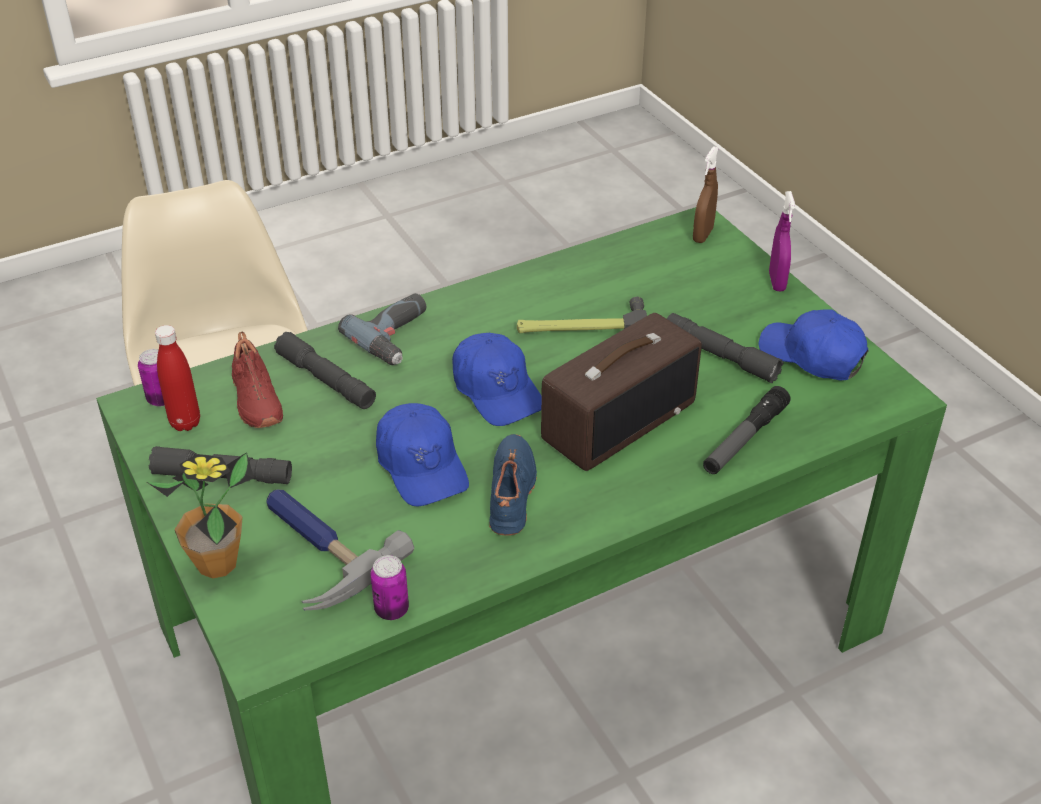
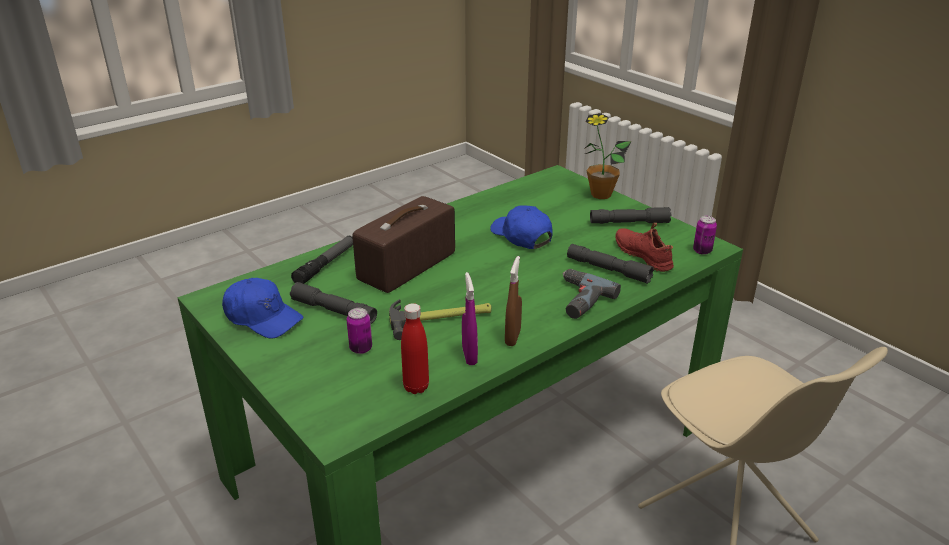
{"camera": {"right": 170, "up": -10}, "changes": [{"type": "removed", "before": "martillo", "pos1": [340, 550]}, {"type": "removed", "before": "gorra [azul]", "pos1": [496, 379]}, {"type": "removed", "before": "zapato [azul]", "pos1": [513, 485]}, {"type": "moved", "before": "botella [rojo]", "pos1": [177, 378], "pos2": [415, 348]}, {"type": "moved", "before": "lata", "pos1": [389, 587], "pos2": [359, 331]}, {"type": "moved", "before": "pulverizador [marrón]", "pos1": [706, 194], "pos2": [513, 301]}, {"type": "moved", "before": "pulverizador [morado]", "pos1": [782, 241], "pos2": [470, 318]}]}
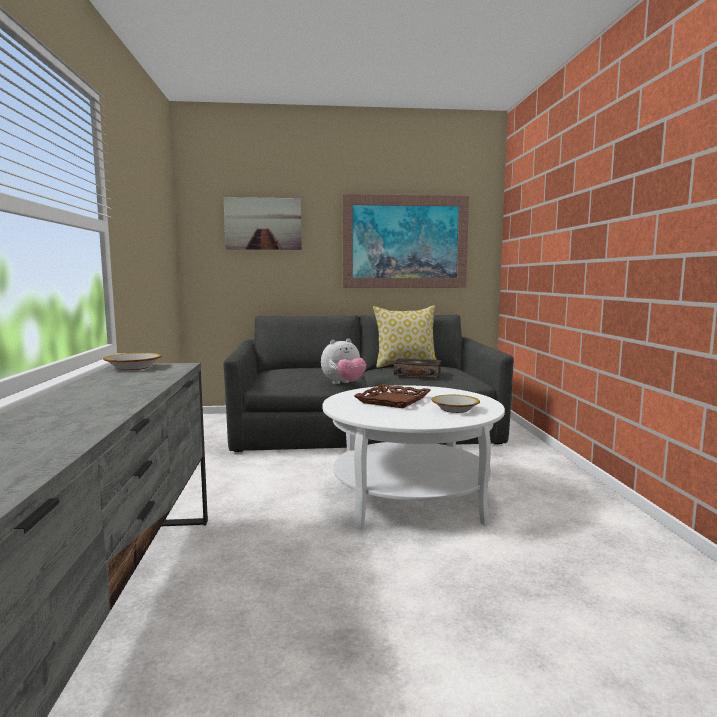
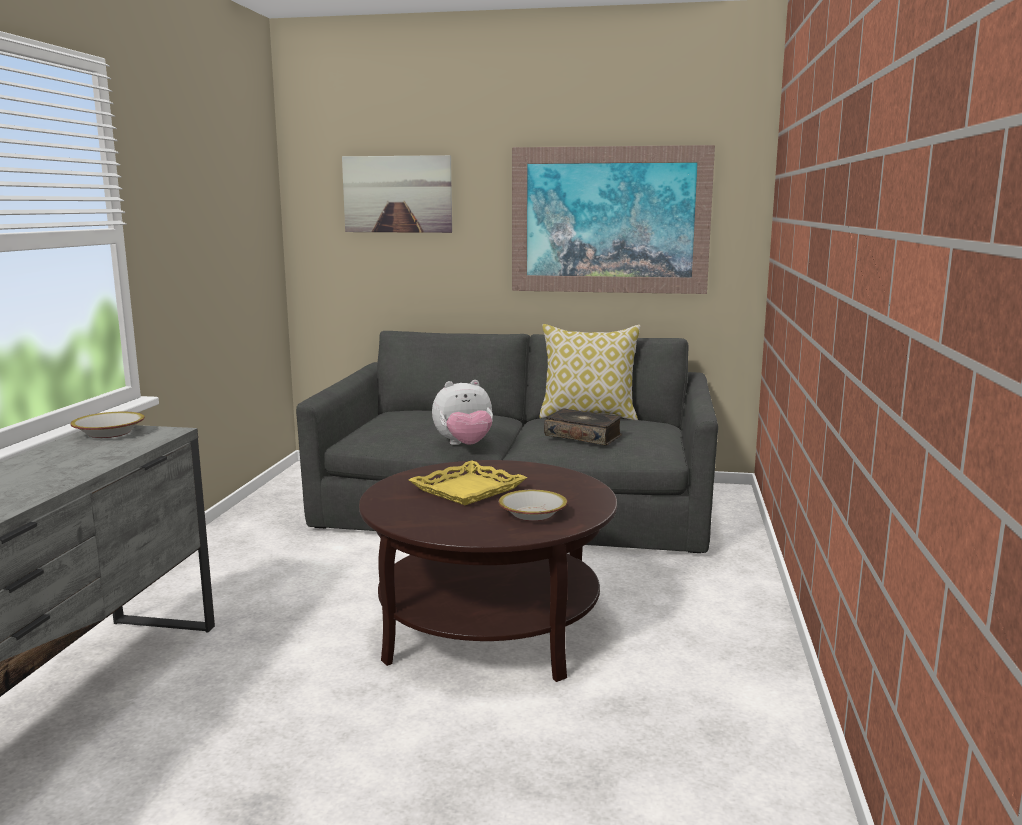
{"camera": {"right": 15, "up": 5}, "changes": [{"type": "recoloured", "before": "mesa de centro [blanco]", "after": "mesa de centro [marrón]", "pos1": [413, 457], "pos2": [488, 571]}, {"type": "recoloured", "before": "bandeja [marrón]", "after": "bandeja [amarillo]", "pos1": [392, 396], "pos2": [468, 482]}]}
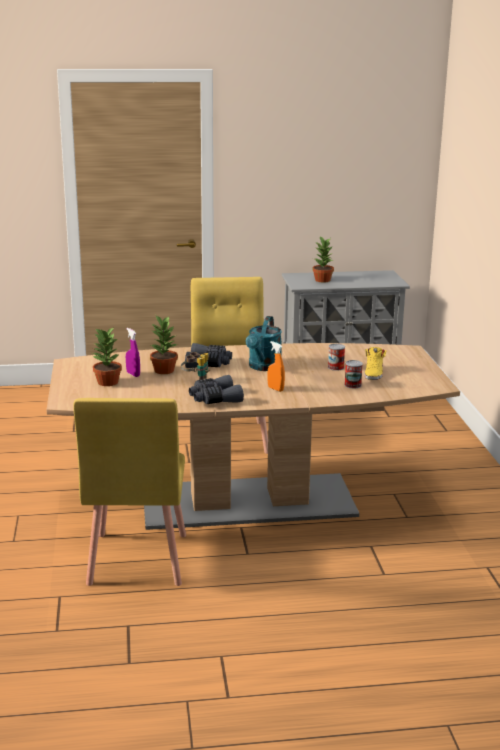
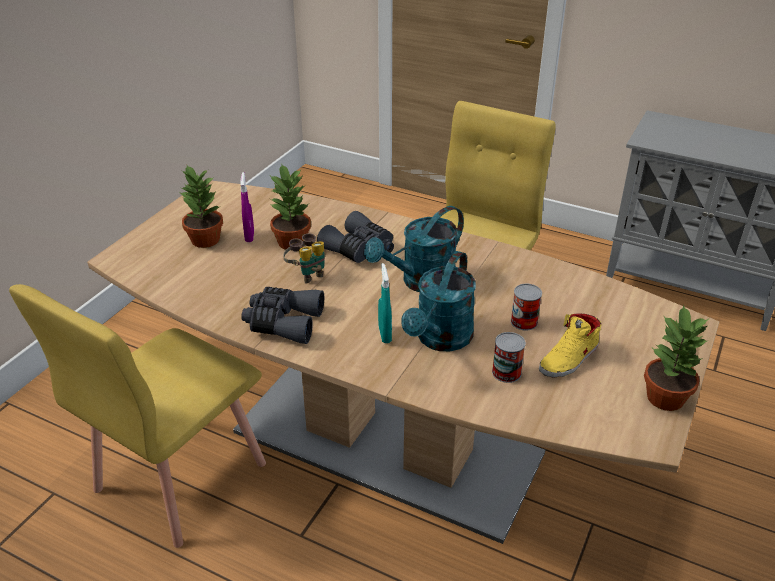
{"camera": {"right": 35, "up": 15}, "changes": [{"type": "added", "after": "regadera [turquesa]", "pos2": [438, 301]}, {"type": "moved", "before": "planta en maceta", "pos1": [323, 259], "pos2": [676, 358]}, {"type": "recoloured", "before": "pulverizador [naranja]", "after": "pulverizador [turquesa]", "pos1": [276, 366], "pos2": [385, 303]}]}
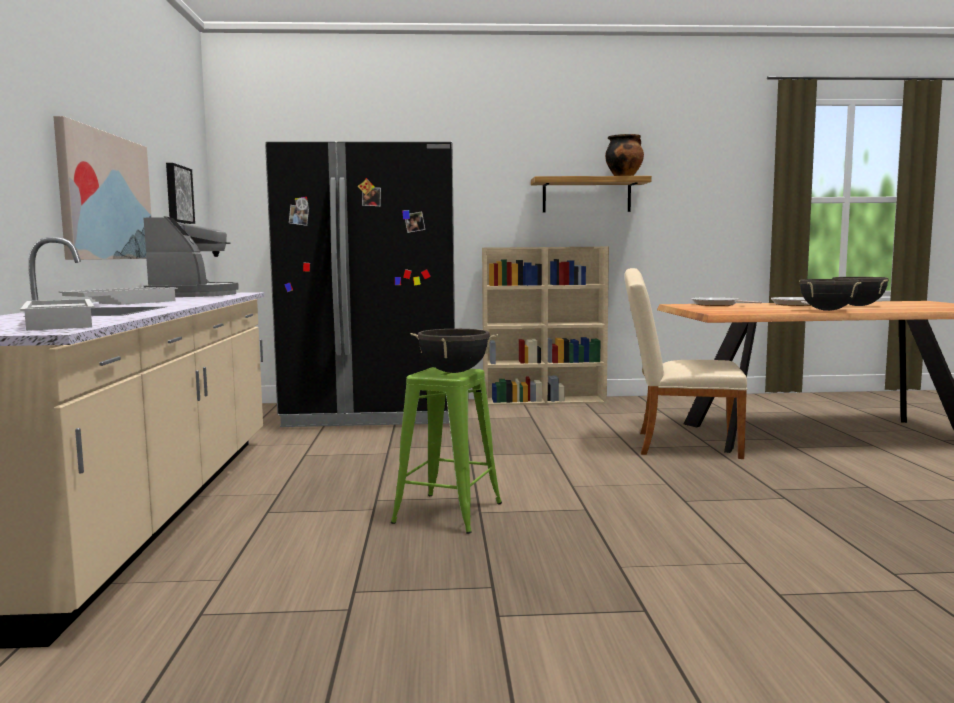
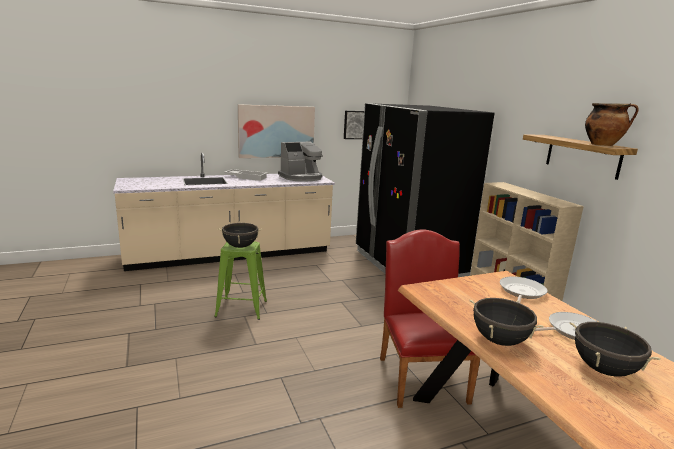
{"camera": {"right": 70, "up": 10}, "changes": [{"type": "removed", "before": "bandeja [blanco]", "pos1": [57, 315]}, {"type": "recoloured", "before": "silla [beis]", "after": "silla [rojo]", "pos1": [686, 363], "pos2": [430, 318]}]}
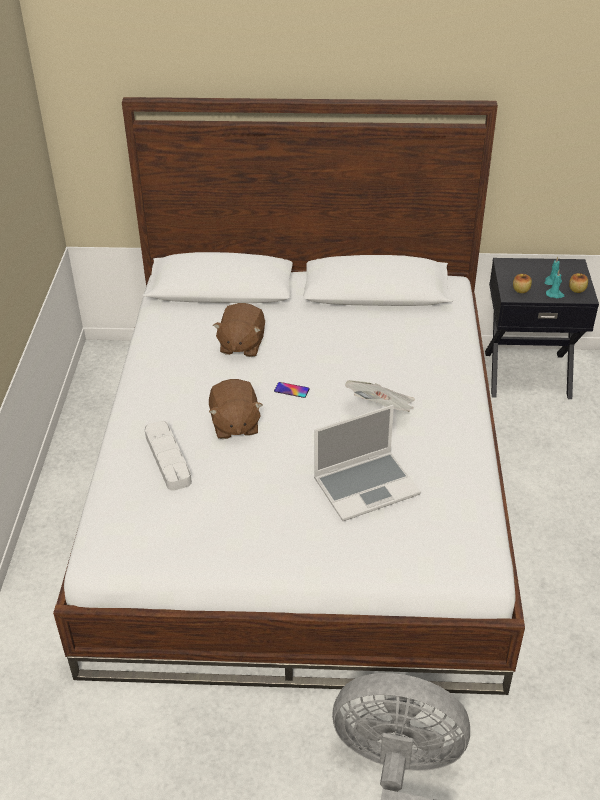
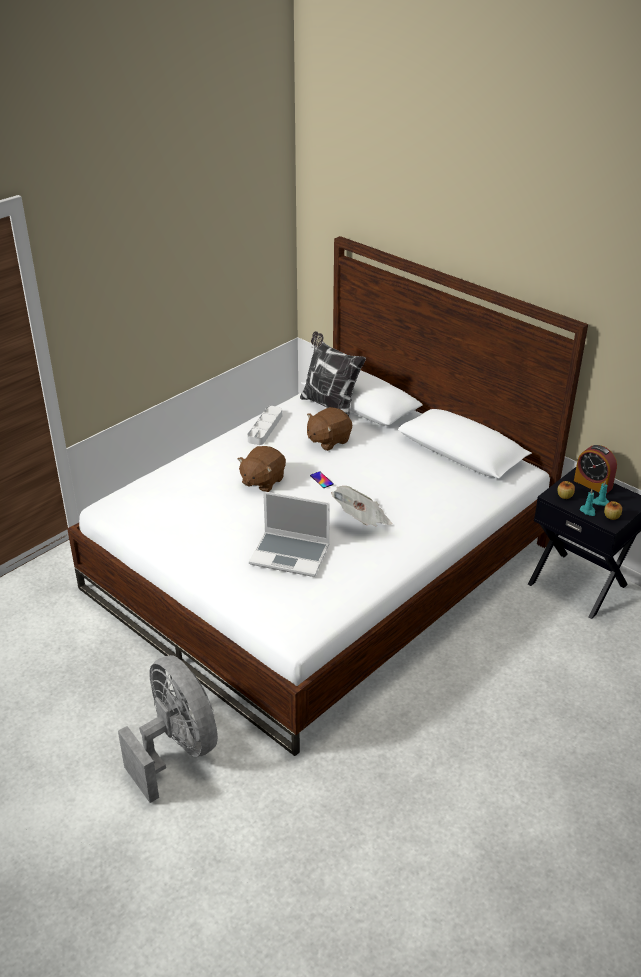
{"camera": {"right": 40, "up": -5}, "changes": [{"type": "added", "after": "cojín", "pos2": [333, 373]}, {"type": "added", "after": "despertador", "pos2": [595, 469]}, {"type": "moved", "before": "bandeja [gris]", "pos1": [168, 456], "pos2": [264, 425]}]}
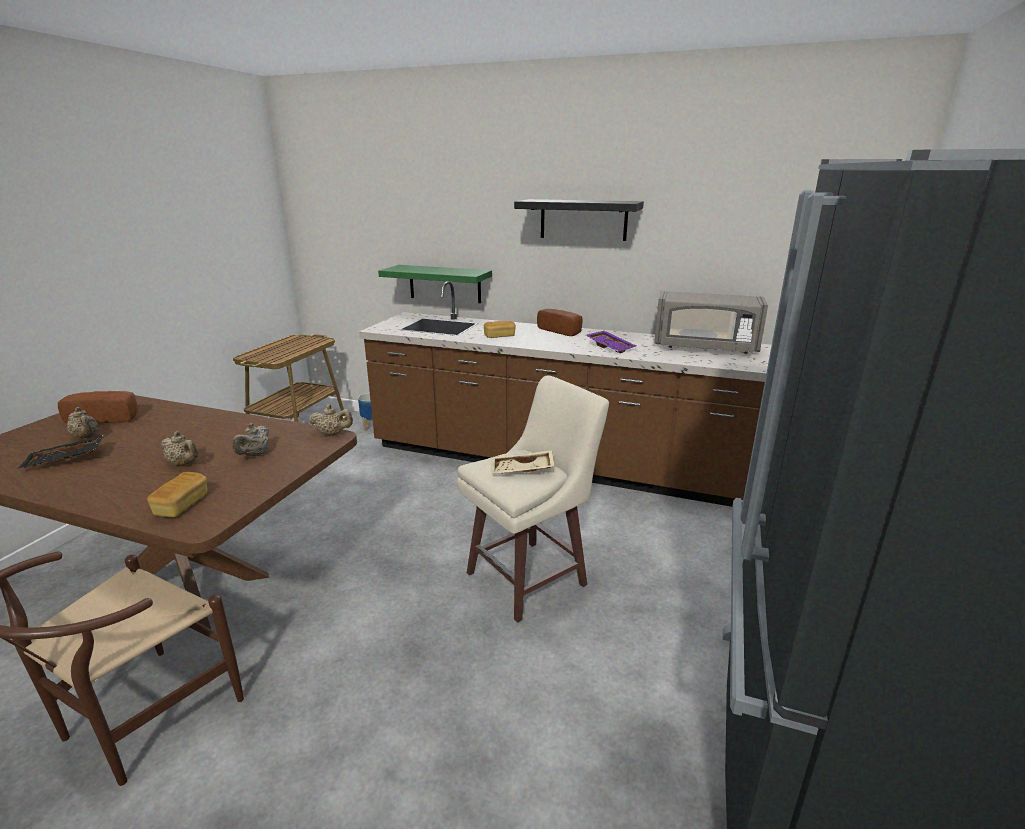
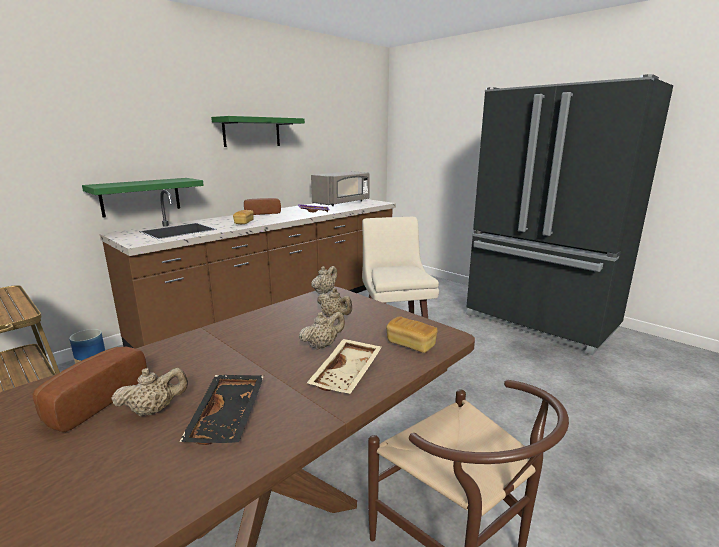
{"camera": {"right": -65, "up": -5}, "changes": [{"type": "moved", "before": "bandeja [beis]", "pos1": [523, 462], "pos2": [344, 366]}, {"type": "recoloured", "before": "estante [negro]", "after": "estante [verde]", "pos1": [579, 220], "pos2": [258, 131]}]}
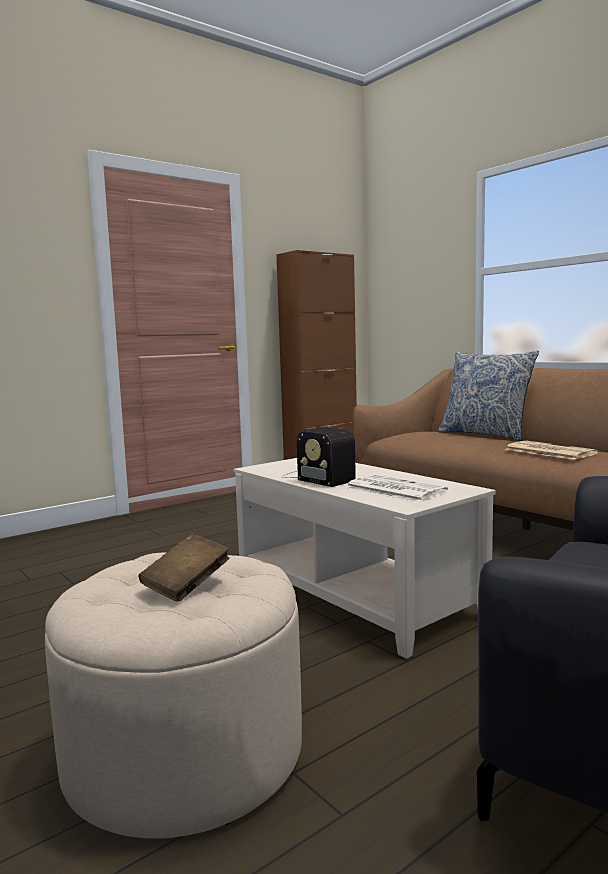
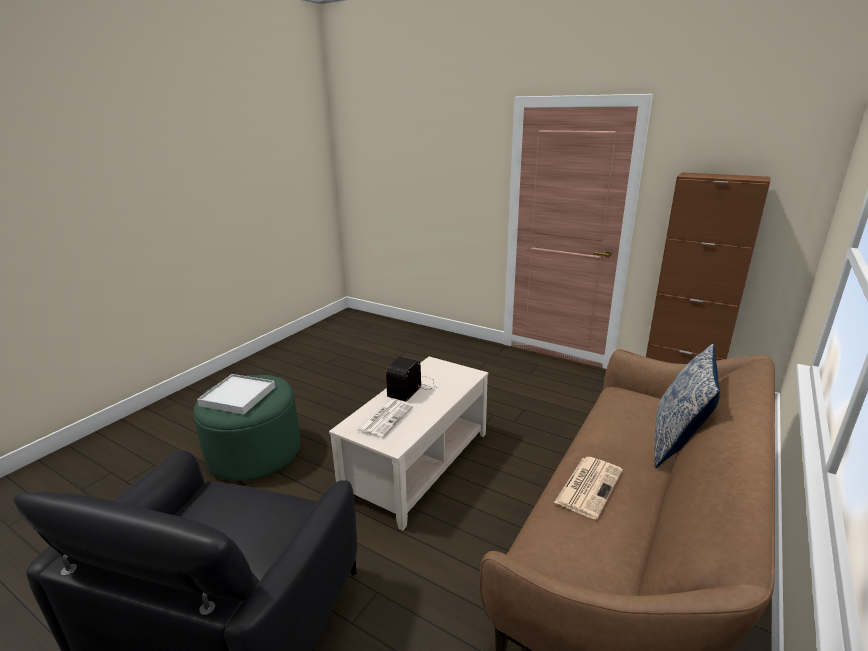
{"camera": {"right": 70, "up": 15}, "changes": [{"type": "replaced", "before": "libro [marrón]", "after": "bandeja [blanco]", "pos1": [184, 568], "pos2": [236, 394]}, {"type": "recoloured", "before": "puf [beis]", "after": "puf [verde]", "pos1": [173, 696], "pos2": [246, 428]}]}
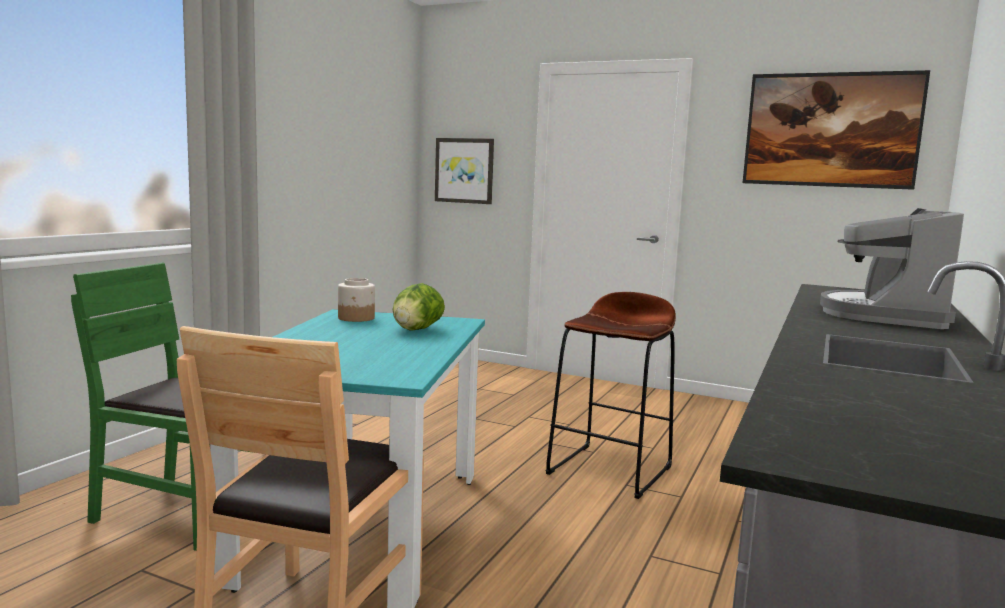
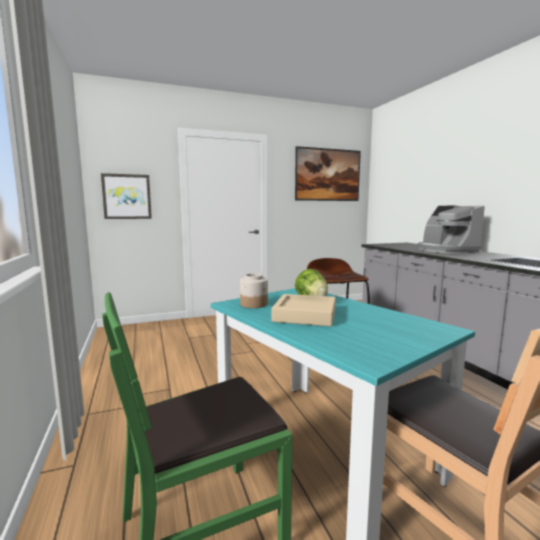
{"camera": {"right": -45, "up": 0}, "changes": [{"type": "added", "after": "bandeja [beis]", "pos2": [303, 310]}]}
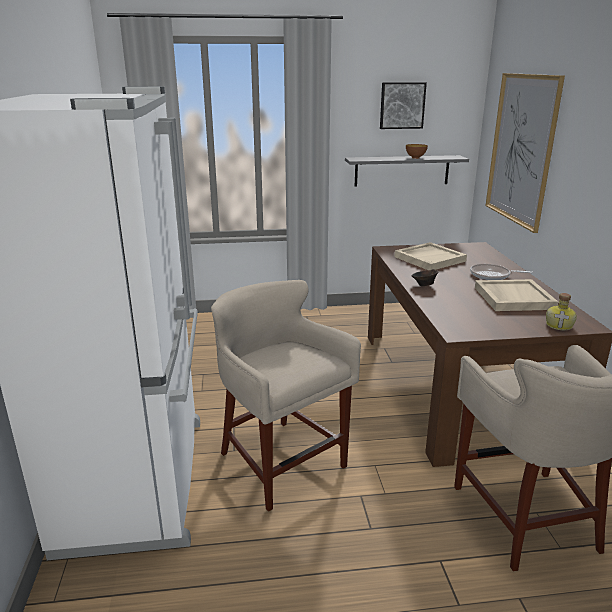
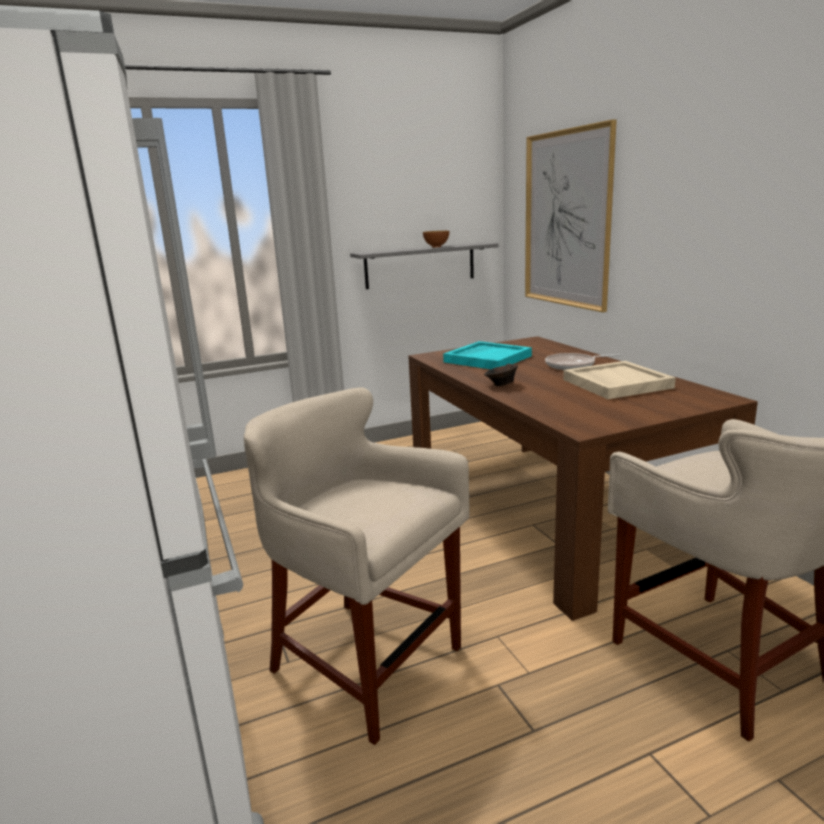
{"camera": {"right": -15, "up": -5}, "changes": [{"type": "removed", "before": "cuadro", "pos1": [403, 105]}, {"type": "removed", "before": "botella", "pos1": [561, 311]}, {"type": "recoloured", "before": "bandeja [beis]", "after": "bandeja [turquesa]", "pos1": [430, 256], "pos2": [487, 355]}]}
